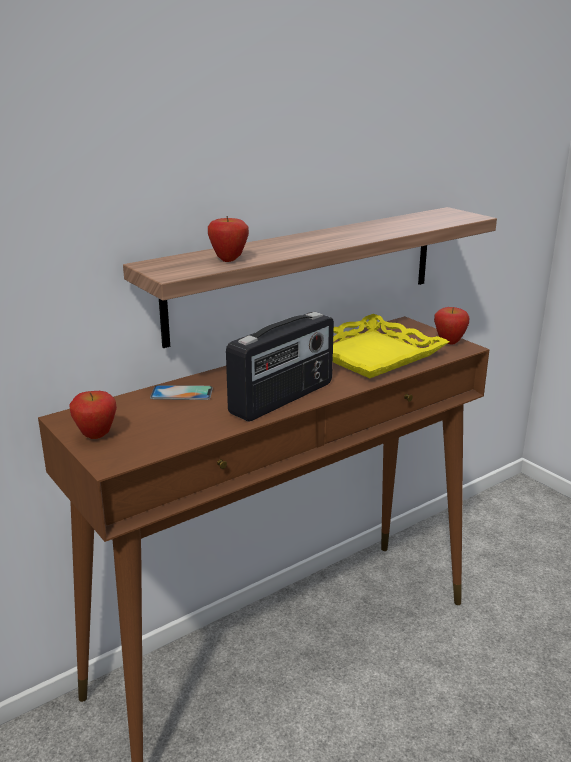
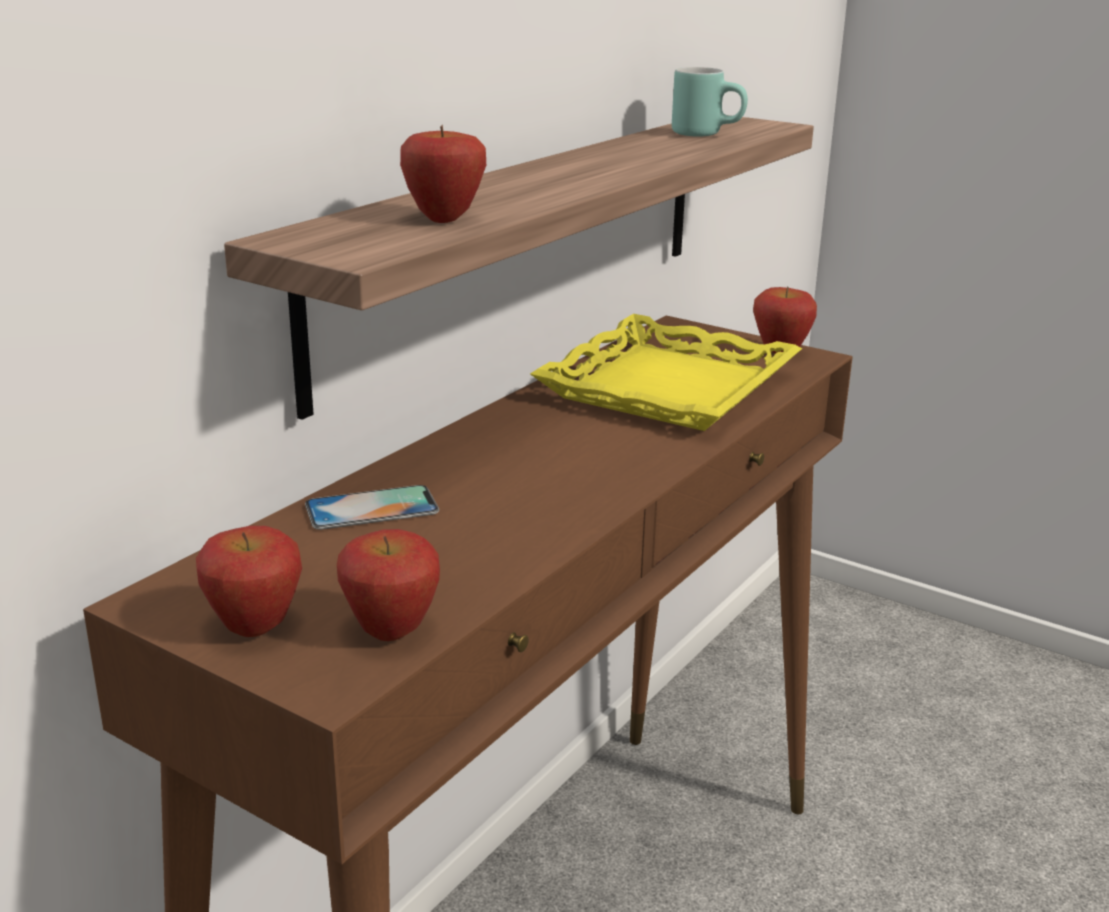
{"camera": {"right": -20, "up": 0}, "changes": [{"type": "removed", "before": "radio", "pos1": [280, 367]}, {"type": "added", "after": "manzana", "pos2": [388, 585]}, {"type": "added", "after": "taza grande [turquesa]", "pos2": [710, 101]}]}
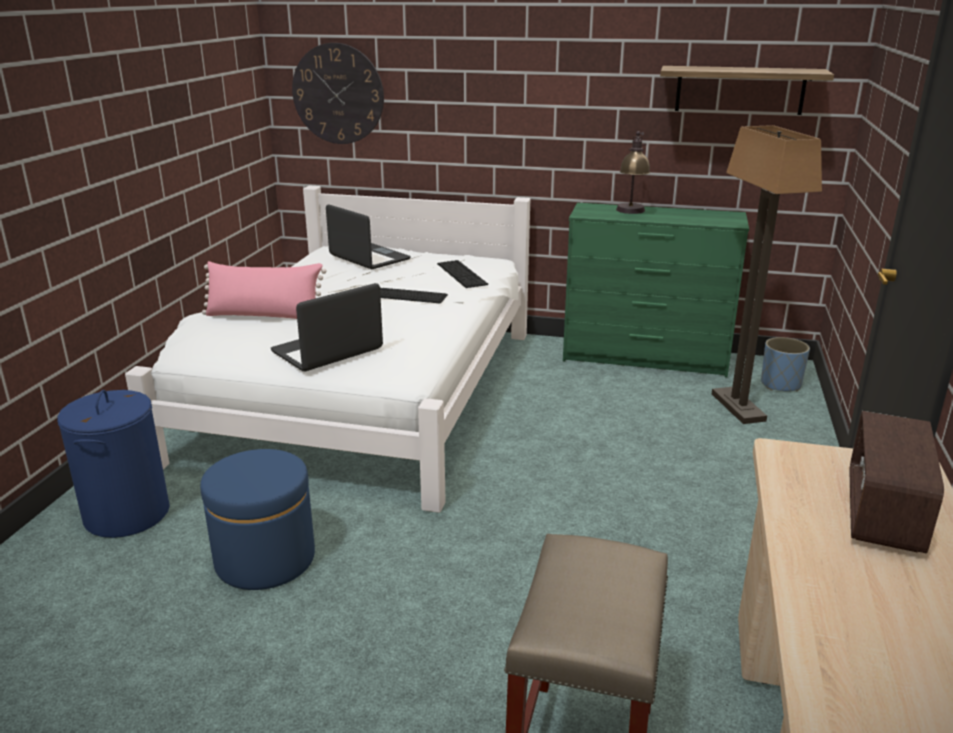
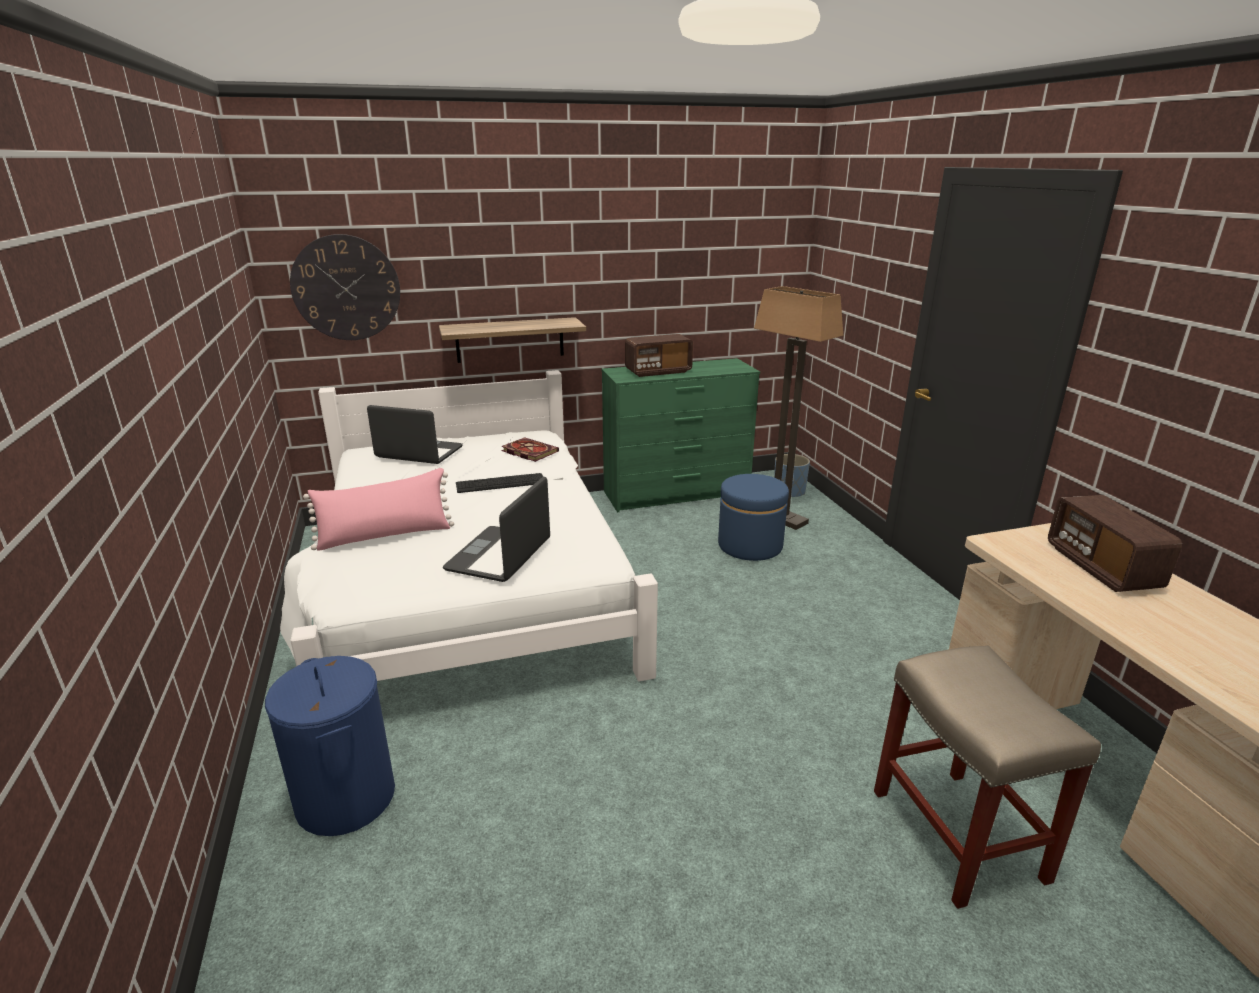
{"camera": {"right": -30, "up": 0}, "changes": [{"type": "moved", "before": "puf [azul]", "pos1": [257, 519], "pos2": [753, 517]}, {"type": "moved", "before": "estante", "pos1": [747, 90], "pos2": [512, 340]}, {"type": "replaced", "before": "teclado", "after": "libro", "pos1": [462, 274], "pos2": [530, 449]}, {"type": "replaced", "before": "lámpara de mesa", "after": "radio", "pos1": [633, 172], "pos2": [659, 355]}]}
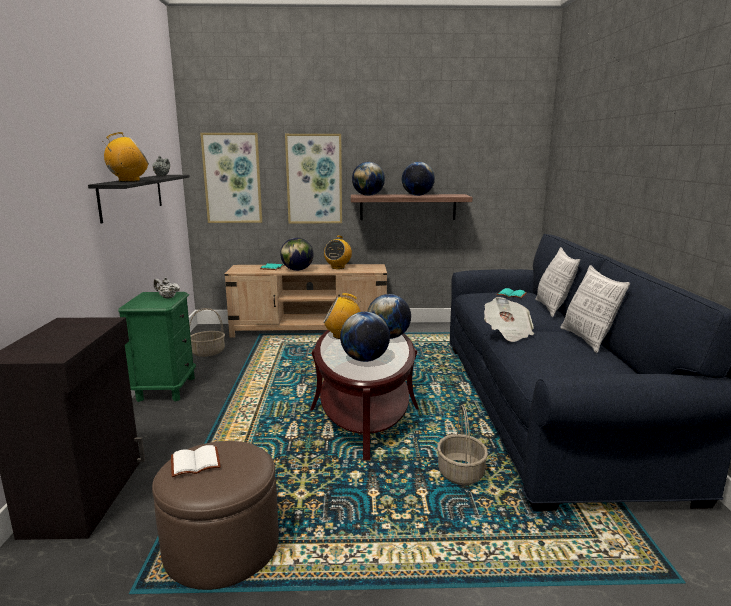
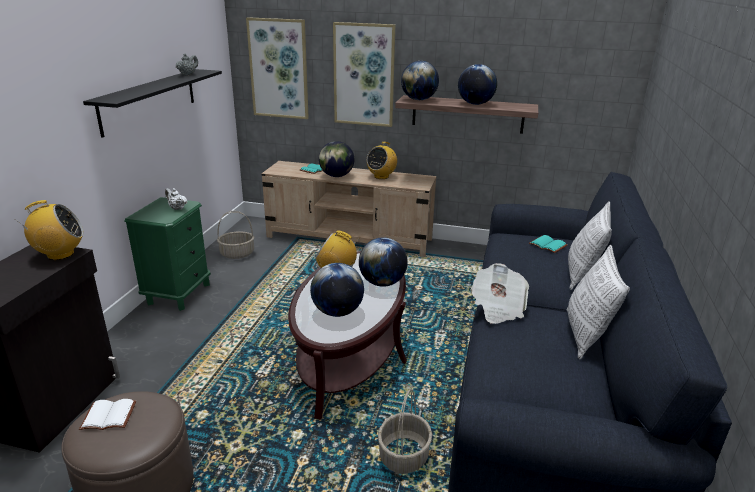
{"camera": {"right": 15, "up": 10}, "changes": [{"type": "moved", "before": "radio", "pos1": [126, 157], "pos2": [49, 230]}]}
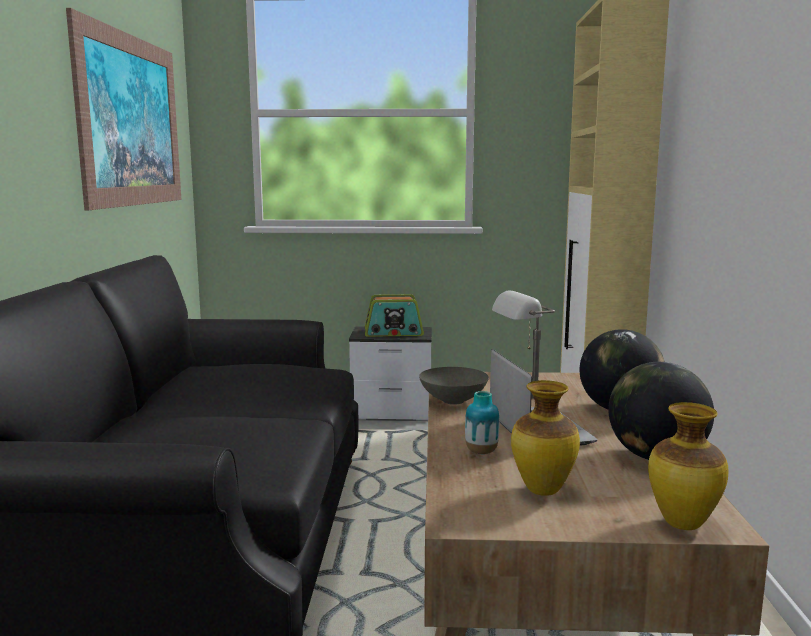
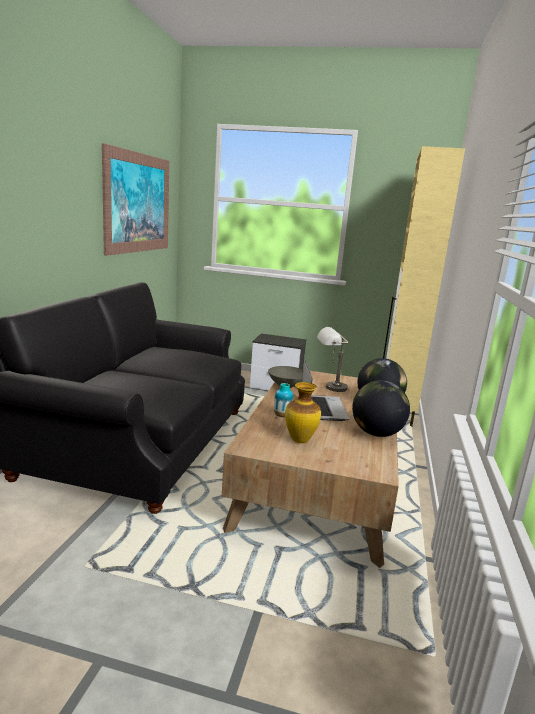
{"camera": {"right": 10, "up": 5}, "changes": [{"type": "removed", "before": "radio", "pos1": [394, 315]}, {"type": "removed", "before": "florero", "pos1": [688, 466]}]}
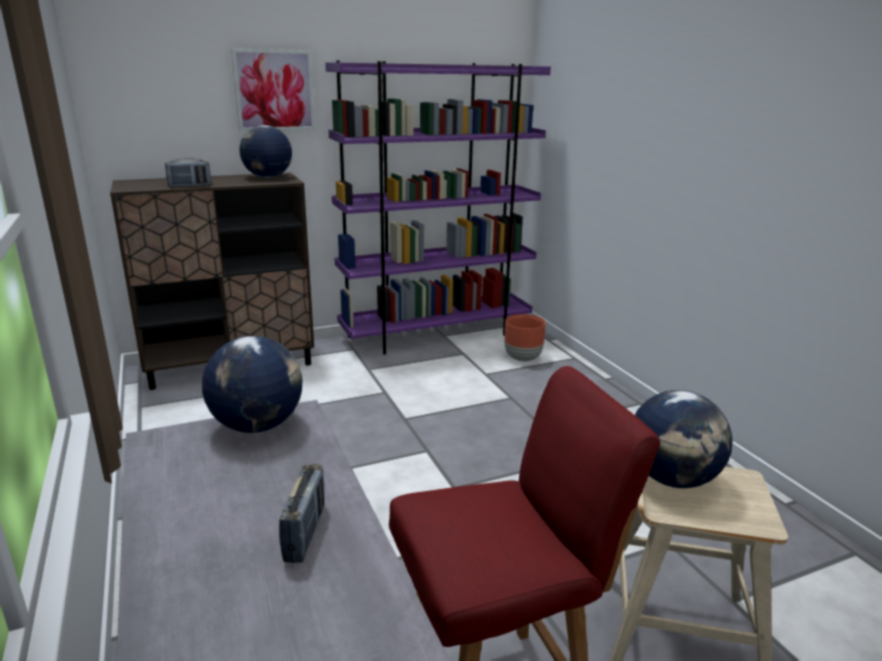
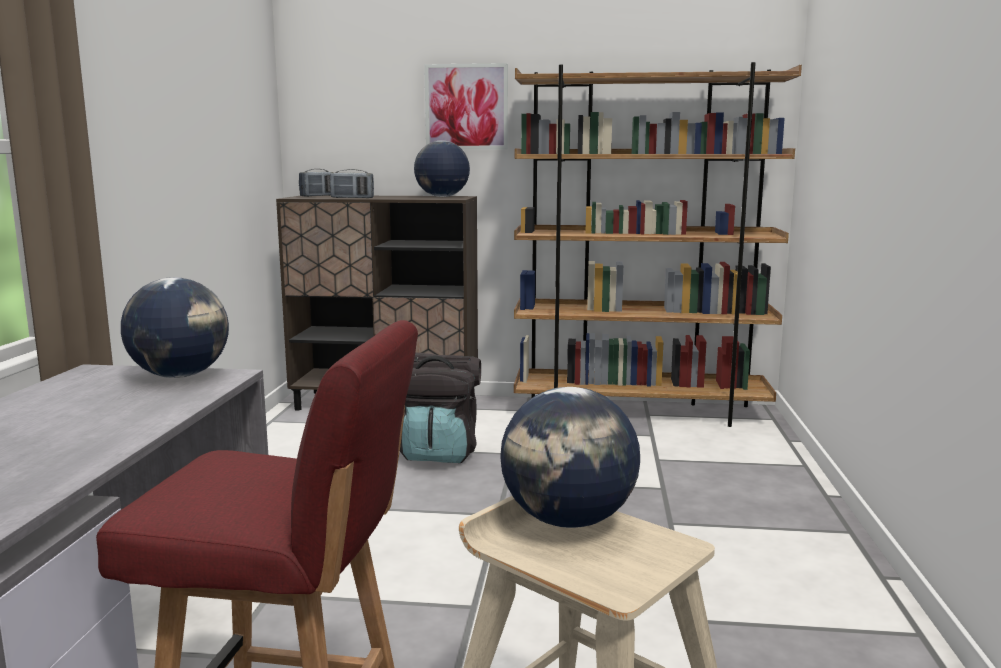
{"camera": {"right": 30, "up": -10}, "changes": [{"type": "removed", "before": "maceta [marrón]", "pos1": [525, 338]}, {"type": "added", "after": "mochila [negro]", "pos2": [440, 407]}, {"type": "moved", "before": "radio", "pos1": [302, 513], "pos2": [316, 183]}, {"type": "recoloured", "before": "estantería [morado]", "after": "estantería [marrón]", "pos1": [438, 207], "pos2": [658, 244]}]}
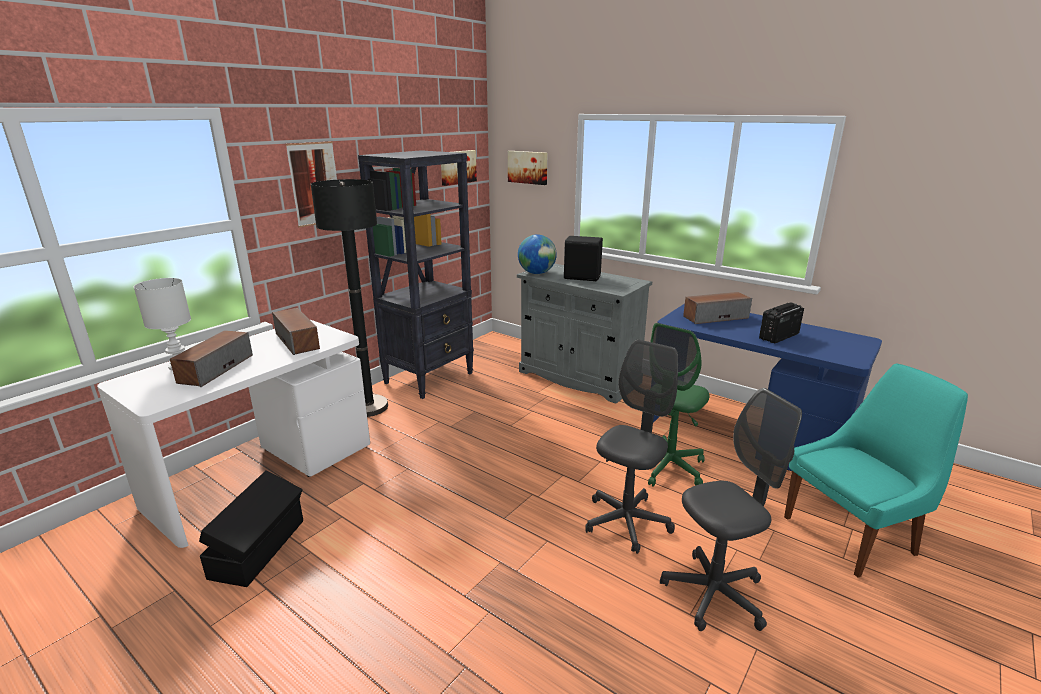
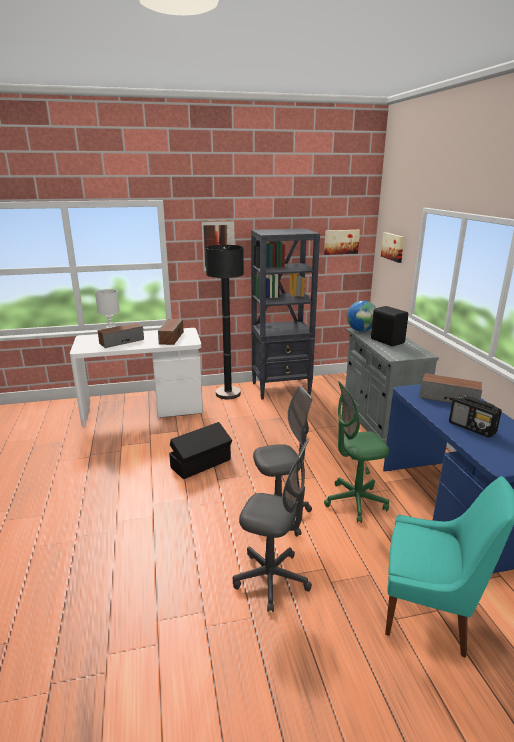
{"camera": {"right": 40, "up": 0}, "changes": [{"type": "moved", "before": "caja de almacenaje [negro]", "pos1": [251, 528], "pos2": [200, 450]}, {"type": "turned", "before": "radio", "pos1": [781, 322], "pos2": [475, 416], "turn": -135}]}
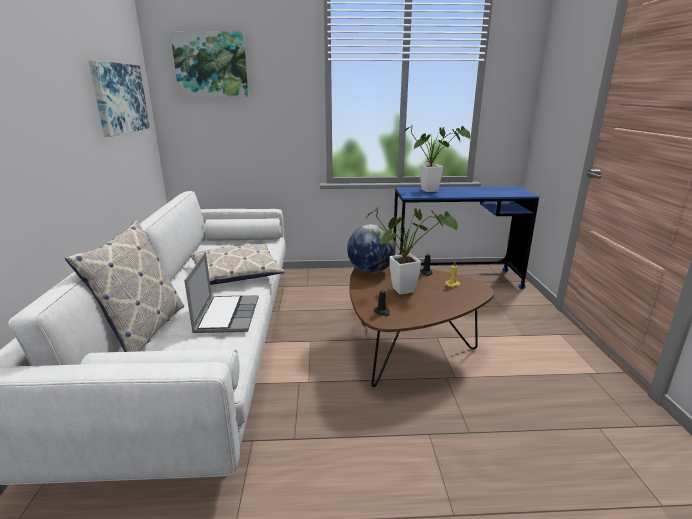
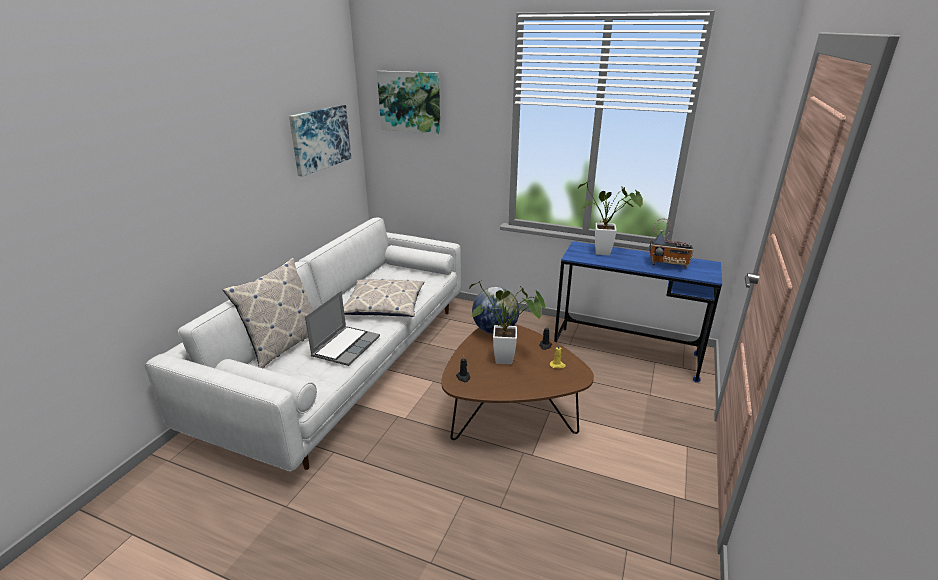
{"camera": {"right": 25, "up": 5}, "changes": [{"type": "added", "after": "radio", "pos2": [671, 243]}]}
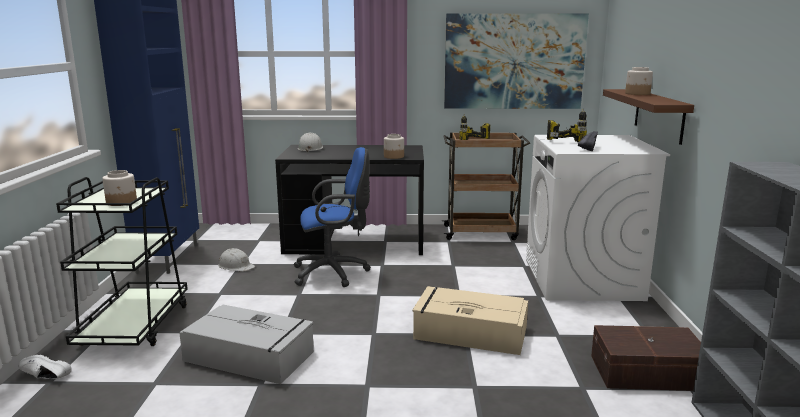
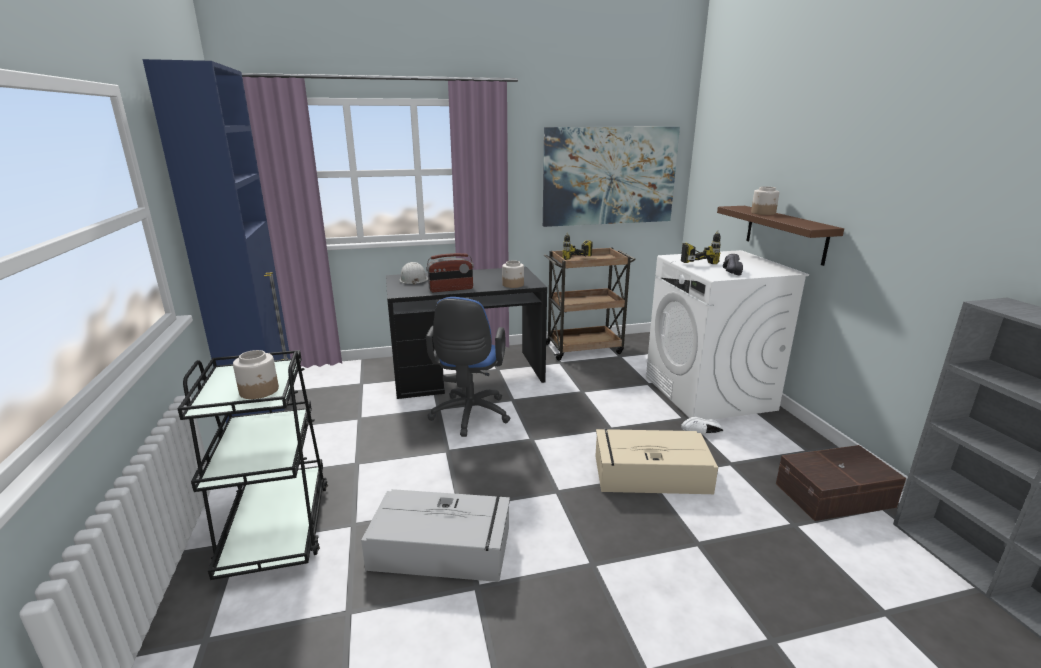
{"camera": {"right": -15, "up": 5}, "changes": [{"type": "removed", "before": "casco [blanco]", "pos1": [236, 260]}, {"type": "added", "after": "radio", "pos2": [450, 272]}, {"type": "moved", "before": "zapato [blanco]", "pos1": [45, 367], "pos2": [702, 425]}, {"type": "turned", "before": "silla de oficina [azul]", "pos1": [332, 217], "pos2": [468, 367], "turn": 120}]}
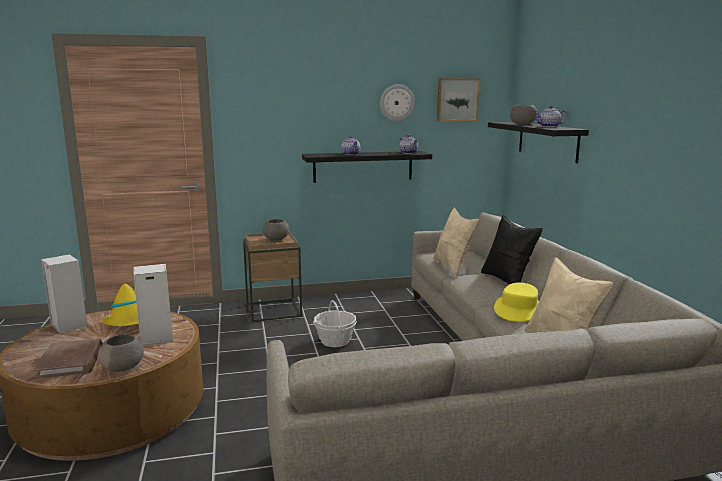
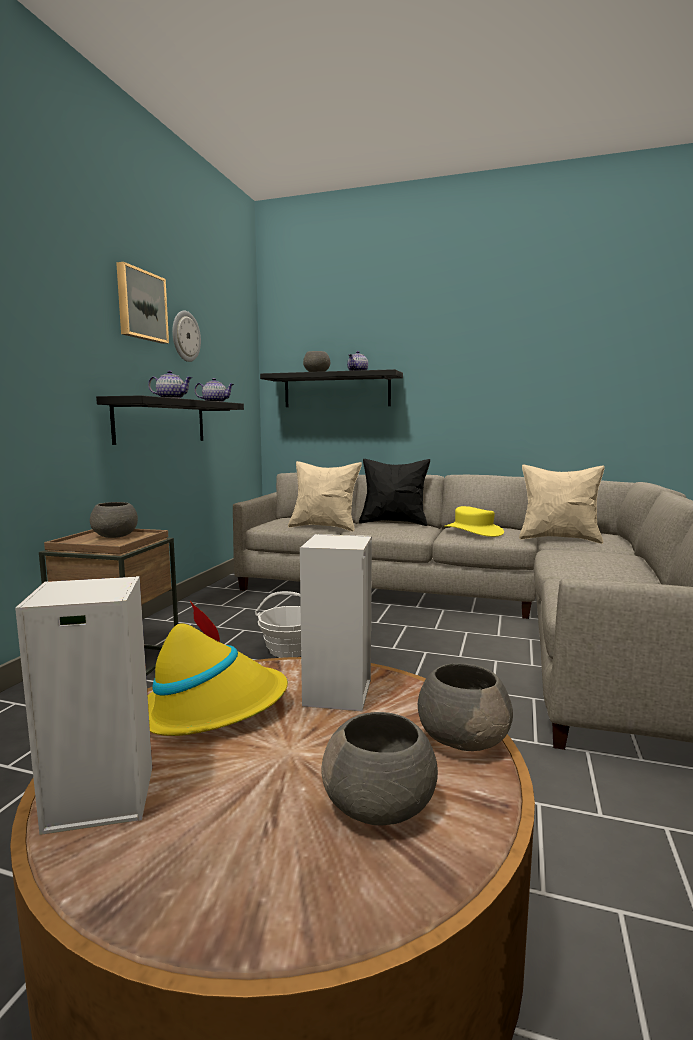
{"camera": {"right": -60, "up": -5}, "changes": [{"type": "moved", "before": "cuadro", "pos1": [458, 100], "pos2": [142, 303]}, {"type": "replaced", "before": "libro [marrón]", "after": "cuenco [gris]", "pos1": [68, 359], "pos2": [379, 769]}]}
